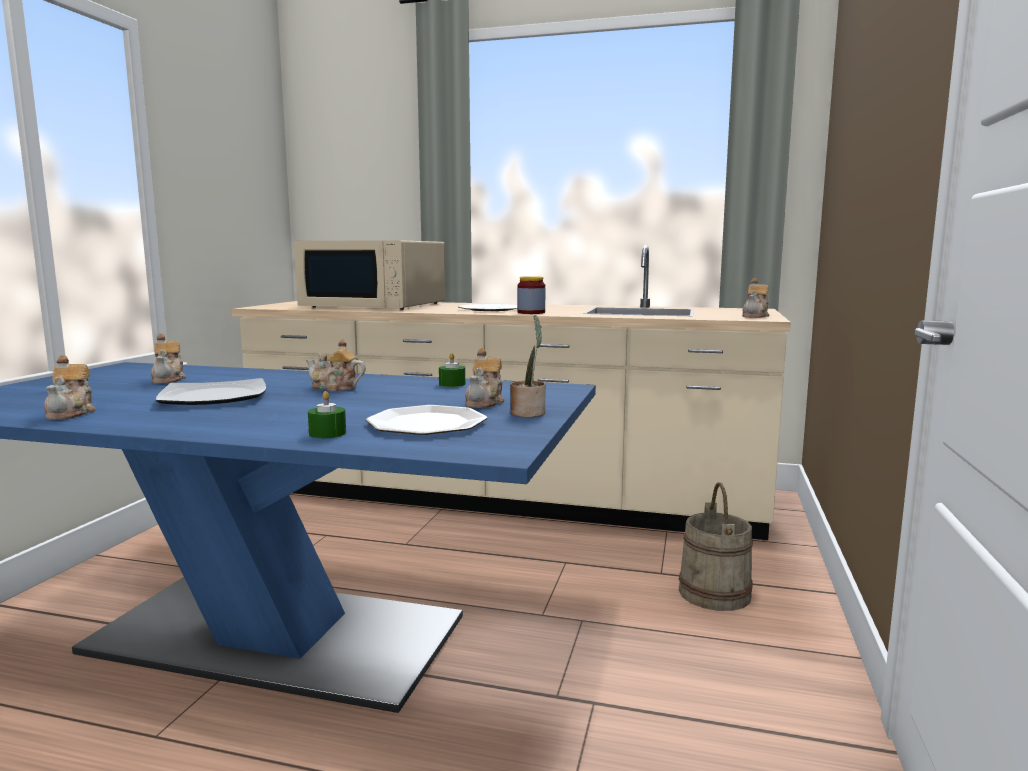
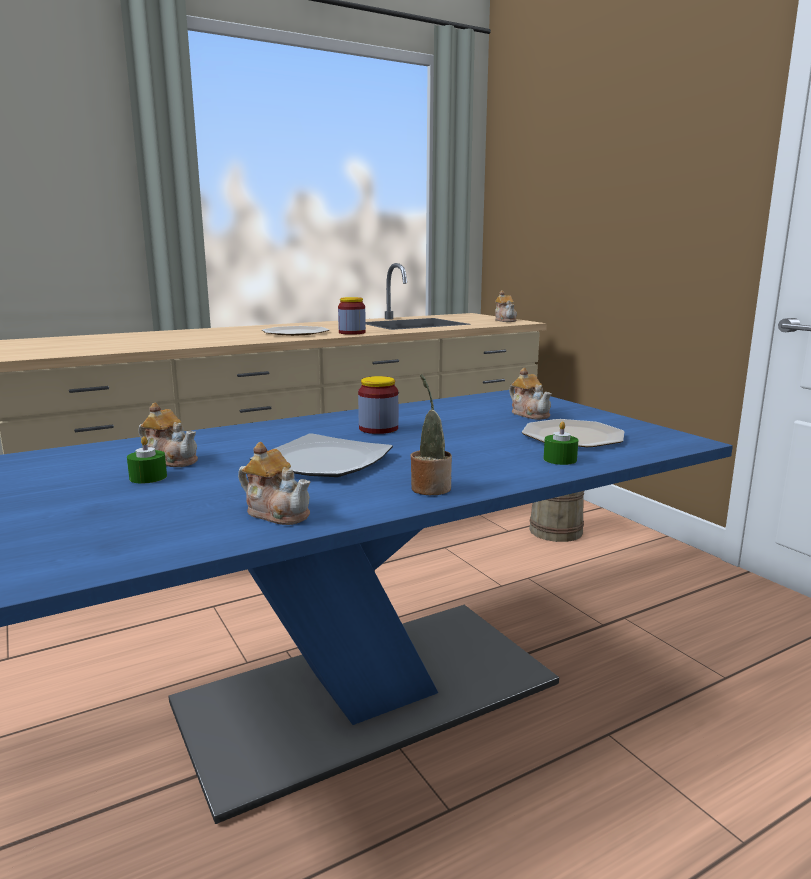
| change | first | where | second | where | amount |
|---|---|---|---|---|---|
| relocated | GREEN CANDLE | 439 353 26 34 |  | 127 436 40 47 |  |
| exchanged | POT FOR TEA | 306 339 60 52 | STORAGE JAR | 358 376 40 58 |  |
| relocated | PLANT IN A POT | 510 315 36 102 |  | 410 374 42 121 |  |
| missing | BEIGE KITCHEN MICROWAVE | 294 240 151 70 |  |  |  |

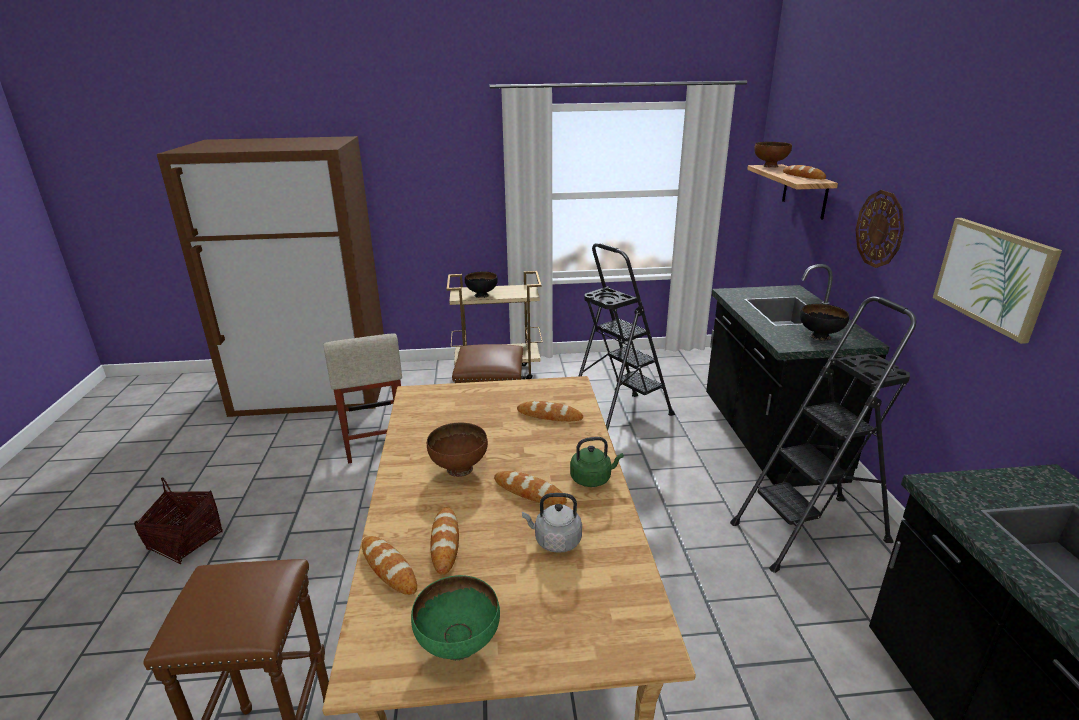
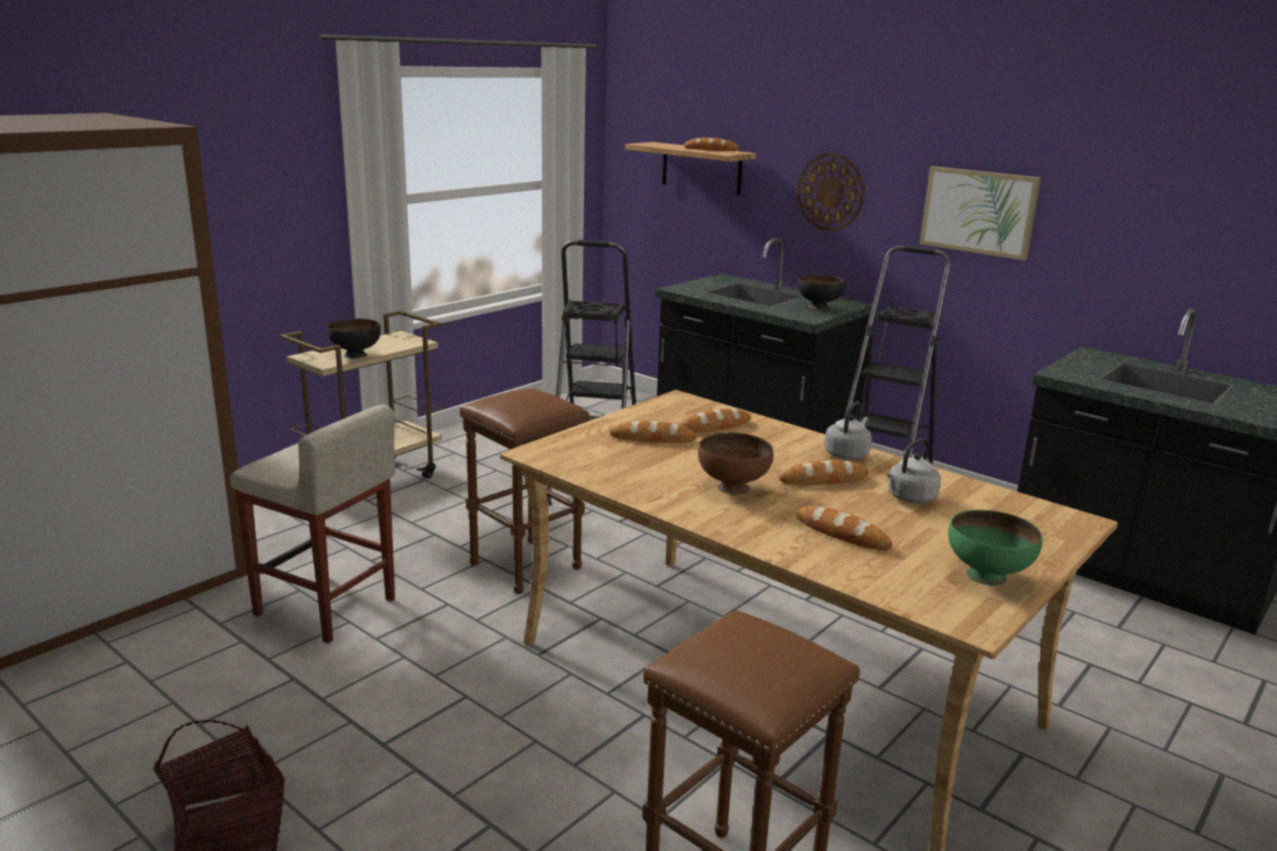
| change | first | where | second | where | amount |
|---|---|---|---|---|---|
| relocated | BAKED BREAD | 362 536 55 59 |  | 610 421 87 22 |  |
| colour | GREEN TEA KETTLE | 570 437 54 50 | GRAY TEA KETTLE | 824 401 48 59 |  |
| missing | BROWN DEEP DISH | 754 142 38 26 |  |  |  |

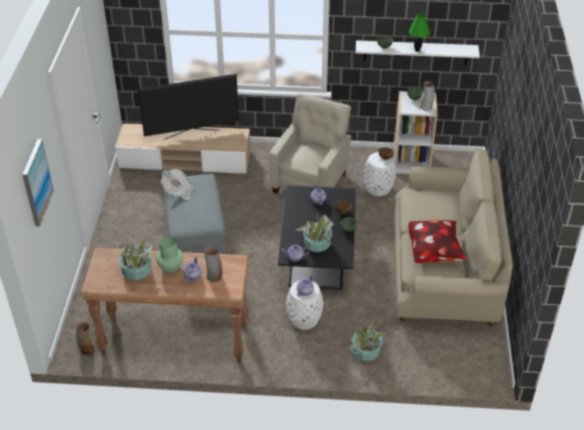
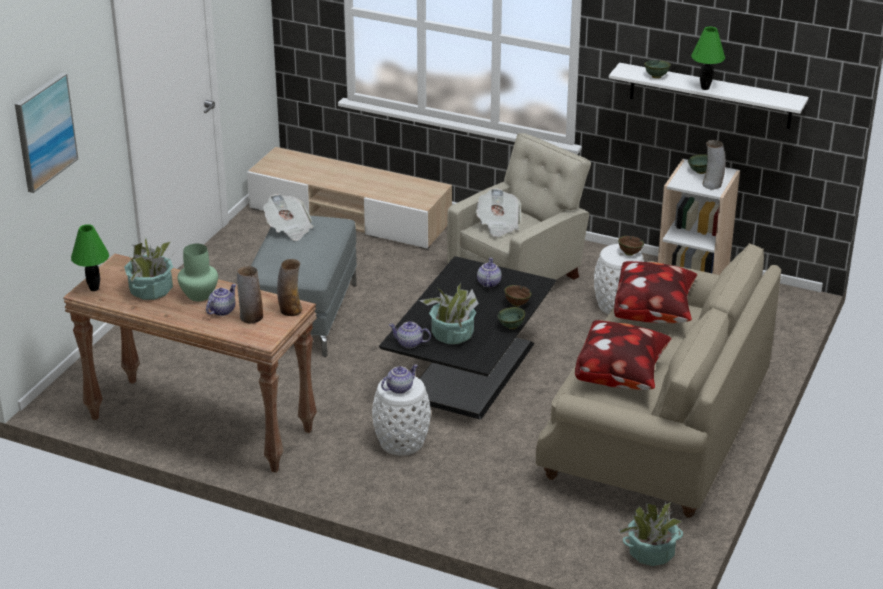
| change | first | where | second | where | amount |
|---|---|---|---|---|---|
| appeared |  |  | GREEN TABLETOP LAMP | 71 224 38 67 |  |
| relocated | VASE | 76 322 18 33 |  | 277 259 25 57 |  |
| appeared |  |  | PRINTED PAPER | 475 188 46 49 |  |
| appeared |  |  | THROW PILLOW | 614 261 83 62 |  |
| relocated | PLANT IN A POT | 349 319 35 42 |  | 618 501 65 65 |  |
| missing | TV SET | 138 74 101 66 |  |  |  |

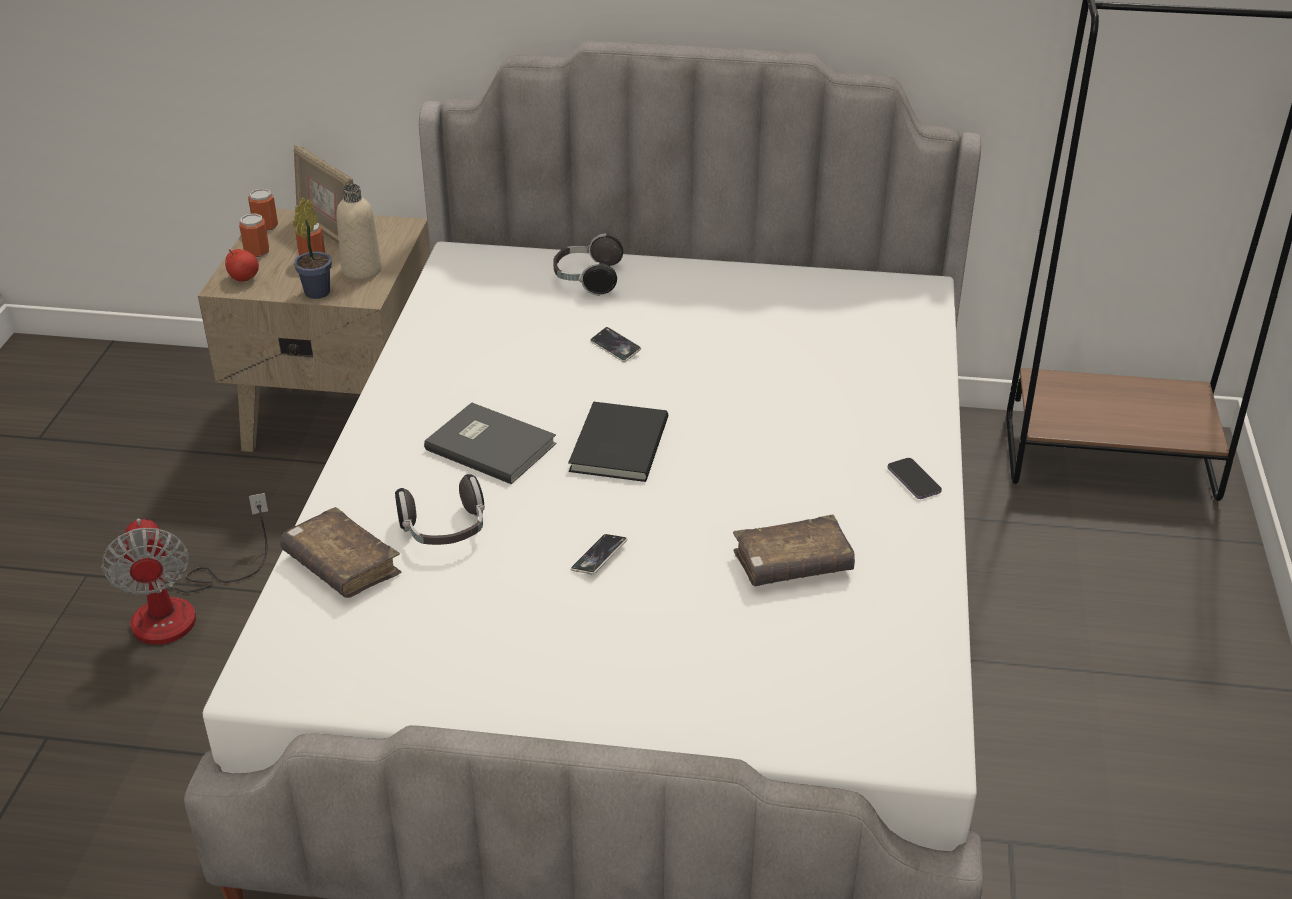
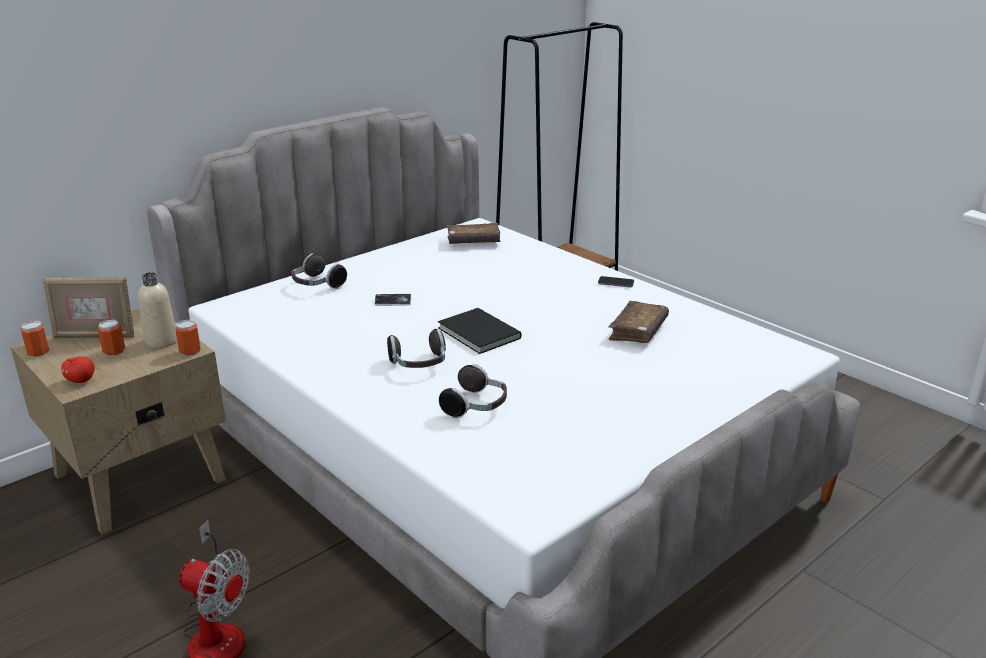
| change | first | where | second | where | amount |
|---|---|---|---|---|---|
| relocated | SEALED CAN | 239 213 30 45 |  | 175 320 26 36 |  |
| exchanged | GRAY BOUND BOOK | 424 402 132 82 | PAIR OF HEADPHONES | 387 329 59 39 |  |
| relocated | BROWN BOUND BOOK | 280 507 121 91 |  | 447 223 54 21 |  |
| missing | PLANT IN A POT | 293 197 39 102 |  |  |  |
| missing | HANDSET | 571 534 57 40 |  |  |  |

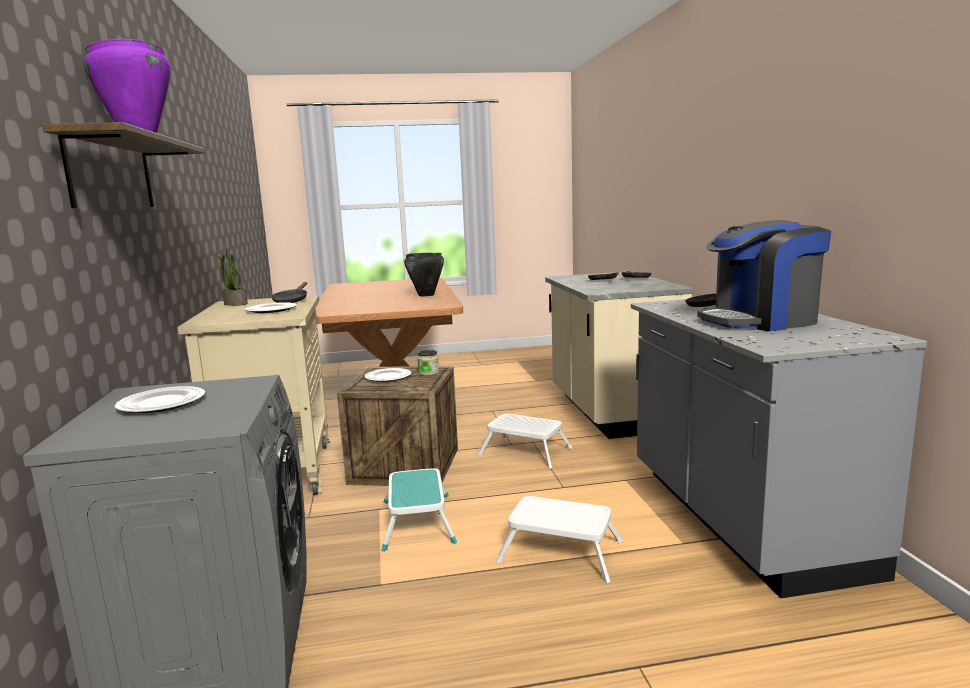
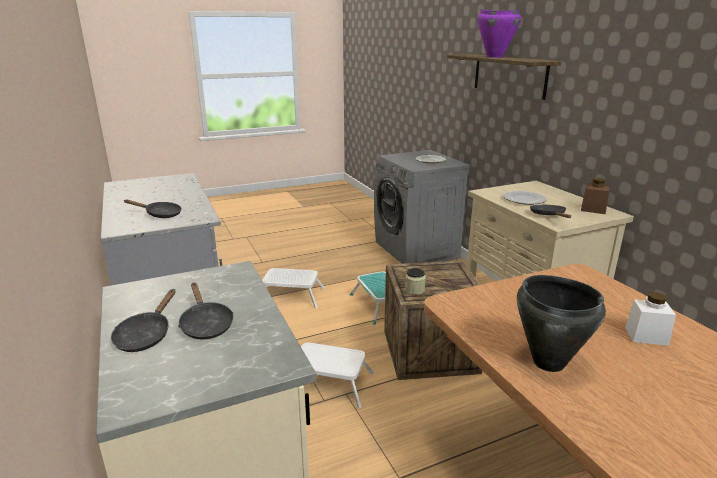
| change | first | where | second | where | amount |
|---|---|---|---|---|---|
| exchanged | PLANT IN A POT | 216 249 32 57 | BROWN STORAGE JAR | 581 178 28 36 |  |
| appeared |  |  | WHITISH STORAGE JAR | 625 292 51 54 |  |
| missing | DINNER PLATE | 365 368 46 14 |  |  |  |
| missing | COFFEE MAKER | 697 220 134 111 |  |  |  |

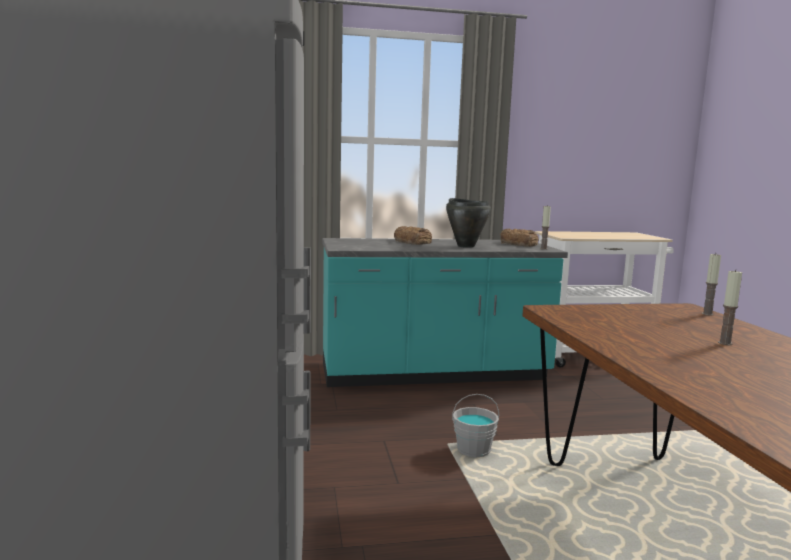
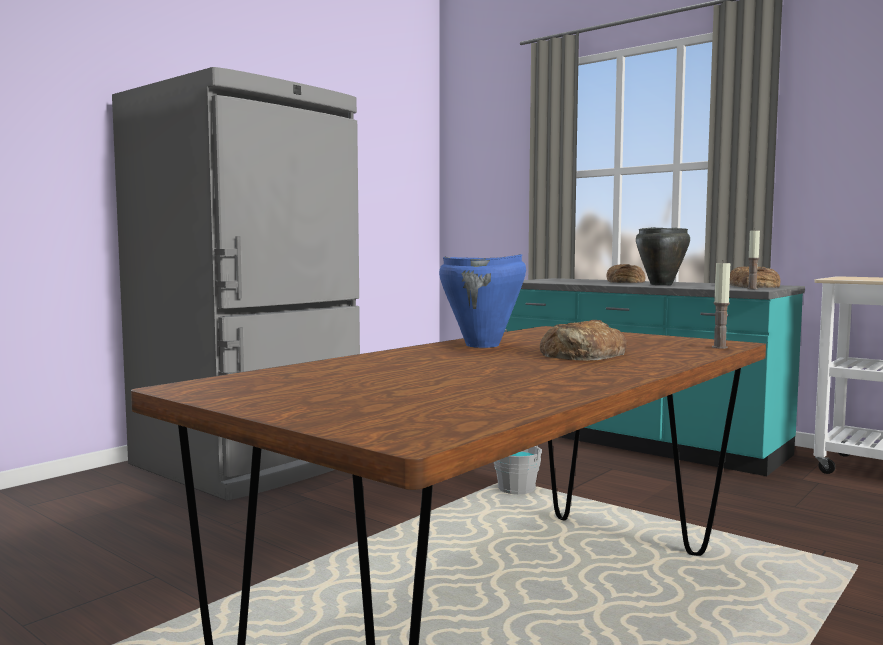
| change | first | where | second | where | amount |
|---|---|---|---|---|---|
| appeared |  |  | BLUISH STOCKPOT | 439 254 87 94 |  |
| exchanged | CANDLE | 718 269 24 76 | BAKED BREAD | 540 320 87 41 |  |

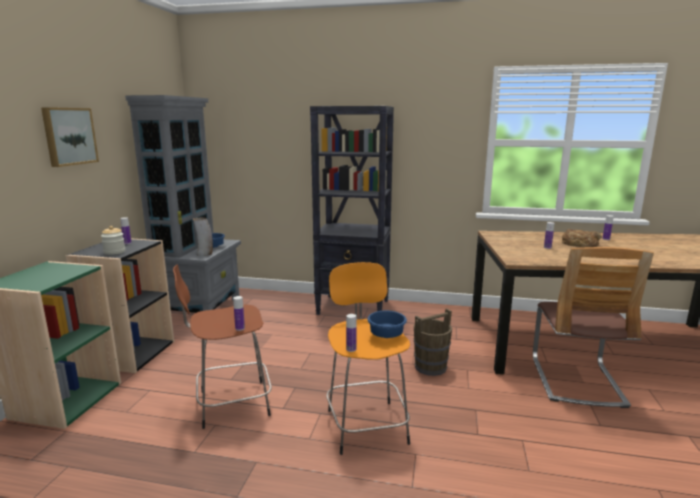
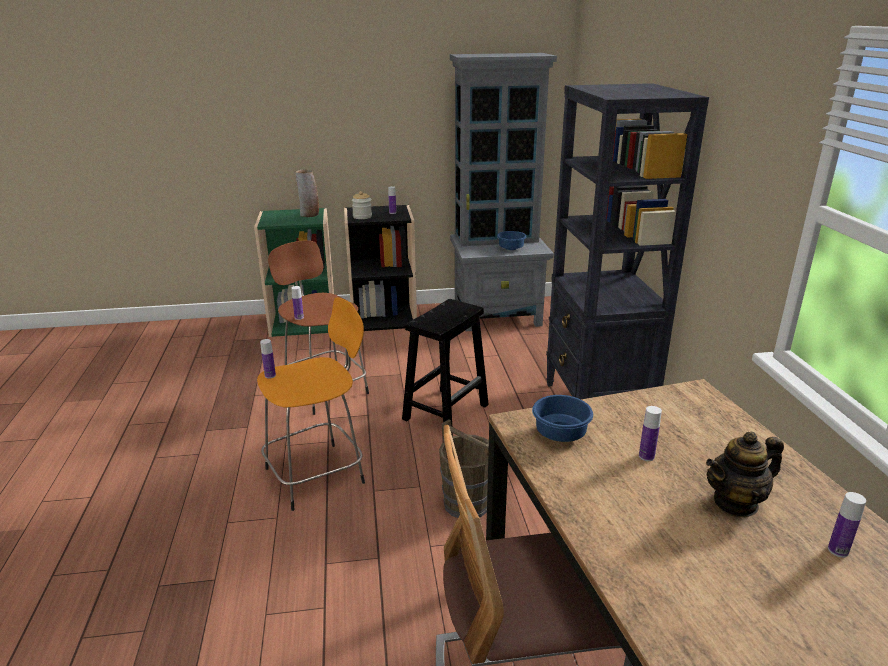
| change | first | where | second | where | amount |
|---|---|---|---|---|---|
| relocated | VASE | 193 218 20 38 |  | 296 169 23 48 |  |
| appeared |  |  | BLACK STOOL | 402 299 87 136 |  |
| relocated | BLUISH DEEP DISH | 367 311 40 27 |  | 532 395 61 47 |  |
| exchanged | BAKED BREAD | 562 229 40 18 | POT FOR TEA | 706 432 78 85 |  |
| missing | PICTURE | 41 107 58 60 |  |  |  |

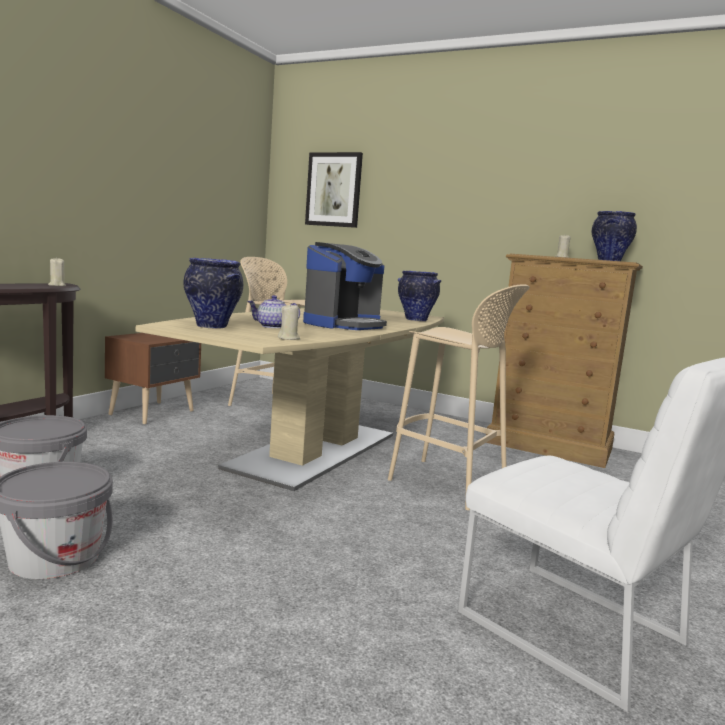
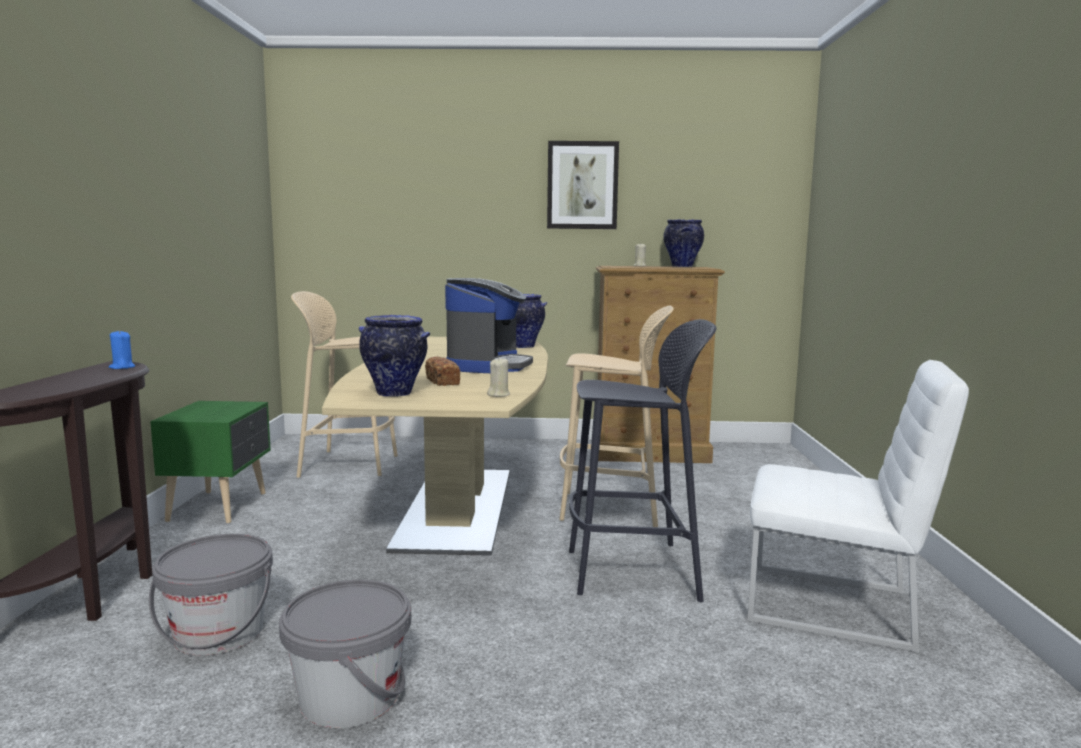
| change | first | where | second | where | amount |
|---|---|---|---|---|---|
| colour | BEIGE CANDLE | 48 258 18 28 | BLUISH CANDLE | 109 330 26 39 |  |
| colour | BROWN BEDSIDE TABLE | 105 333 96 91 | GREEN BEDSIDE TABLE | 150 401 121 122 |  |
| exchanged | POT FOR TEA | 247 295 53 33 | BAKED BREAD | 425 357 35 29 |  |
| relocated | PICTURE | 305 152 58 76 |  | 547 141 72 88 |  |
| appeared |  |  | GRAY STOOL | 569 319 147 283 |  |

